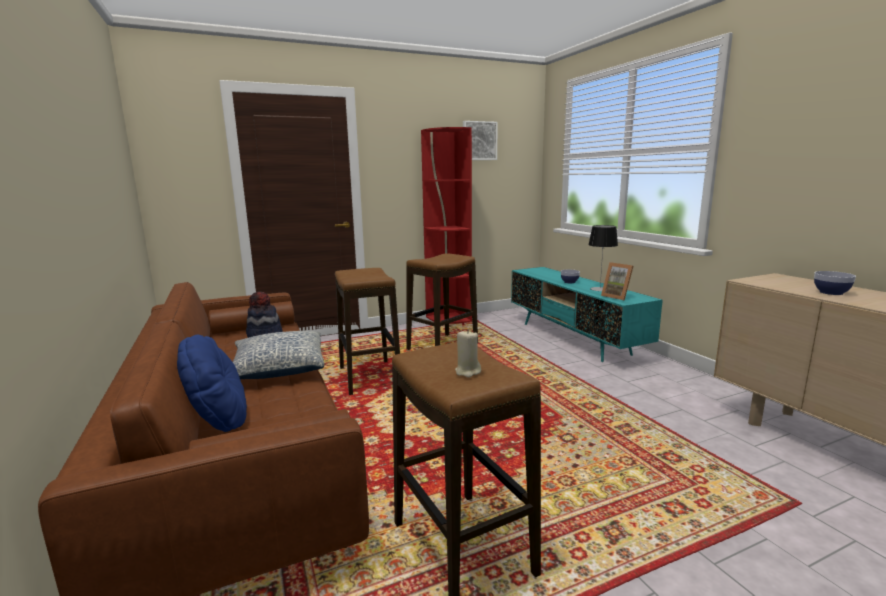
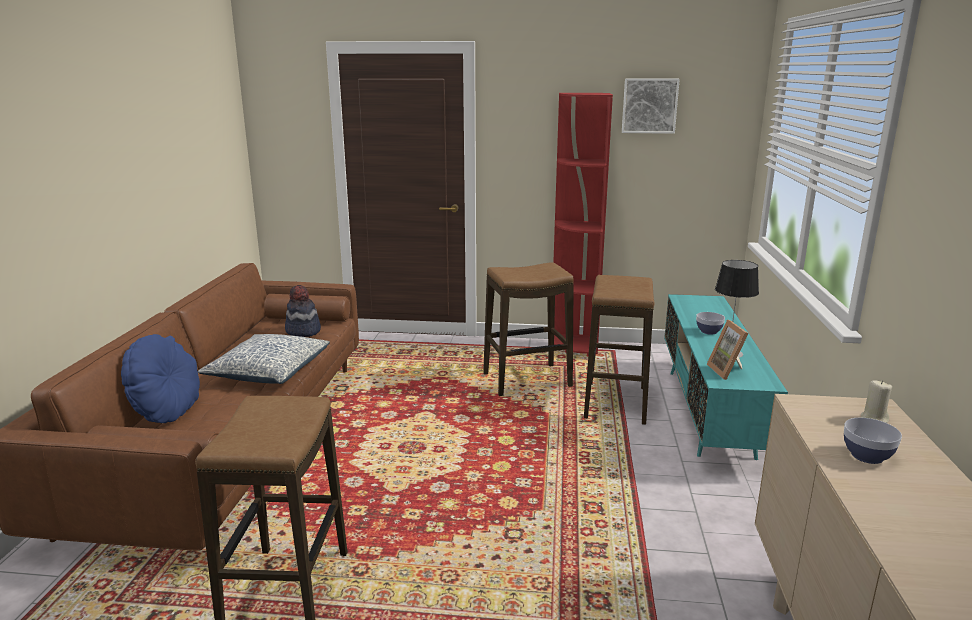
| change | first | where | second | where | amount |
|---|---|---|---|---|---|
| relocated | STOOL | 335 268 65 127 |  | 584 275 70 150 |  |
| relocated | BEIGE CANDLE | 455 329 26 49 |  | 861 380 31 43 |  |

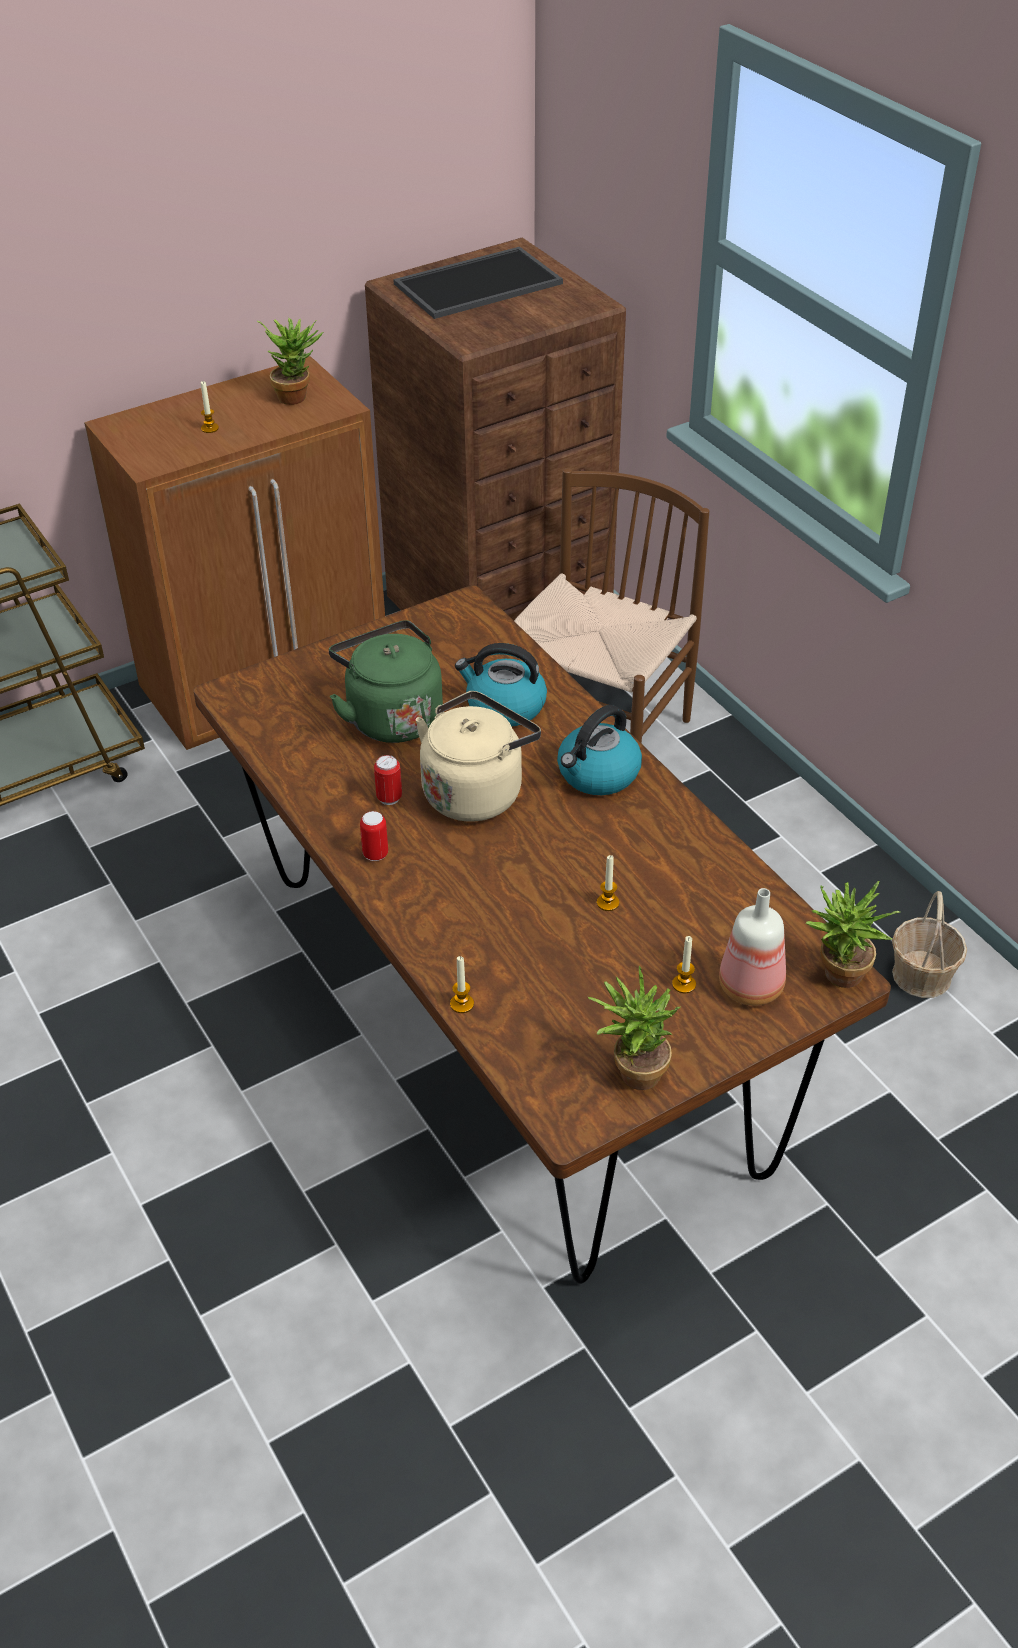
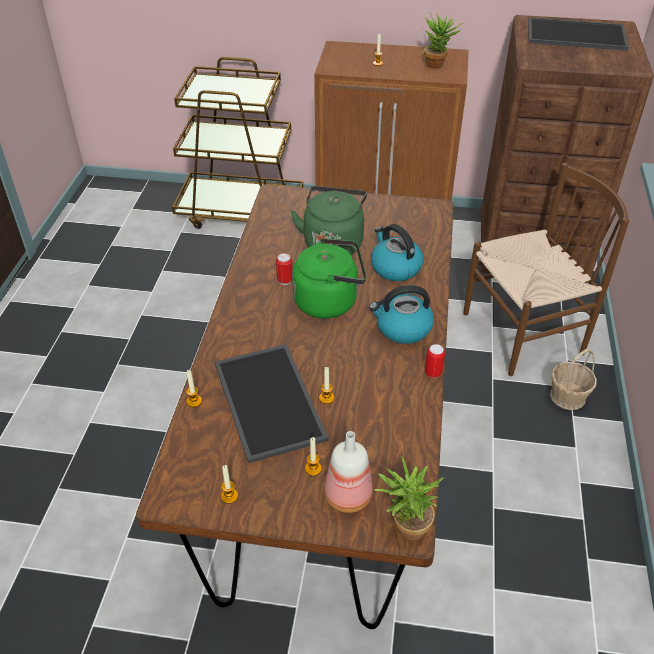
| change | first | where | second | where | amount |
|---|---|---|---|---|---|
| appeared |  |  | CARRYING TRAY | 215 344 113 119 |  |
| exchanged | PLANT IN A POT | 588 965 93 125 | CANDLE | 221 465 17 39 |  |
| colour | BEIGE TEA KETTLE | 415 691 126 131 | GREEN TEA KETTLE | 292 238 74 81 |  |
| relocated | SEALED CAN | 360 811 28 50 |  | 425 344 20 34 |  |
| relocated | STORAGE BASKET | 892 891 75 107 |  | 550 349 47 61 |  |

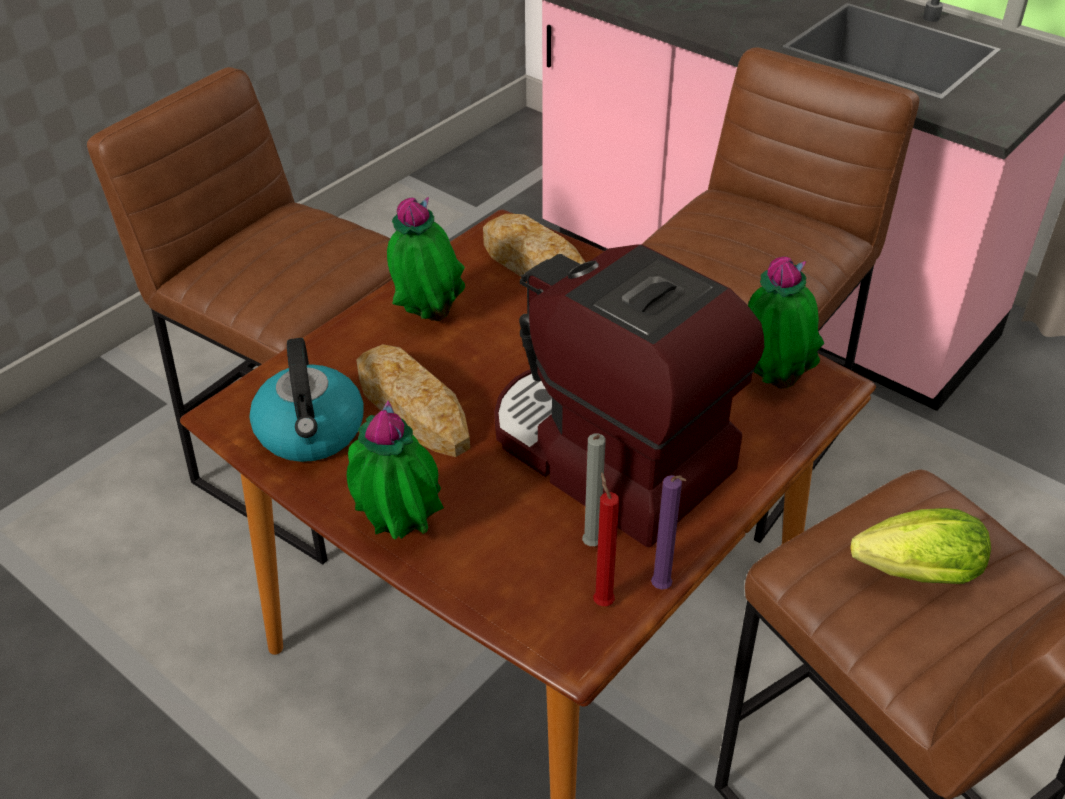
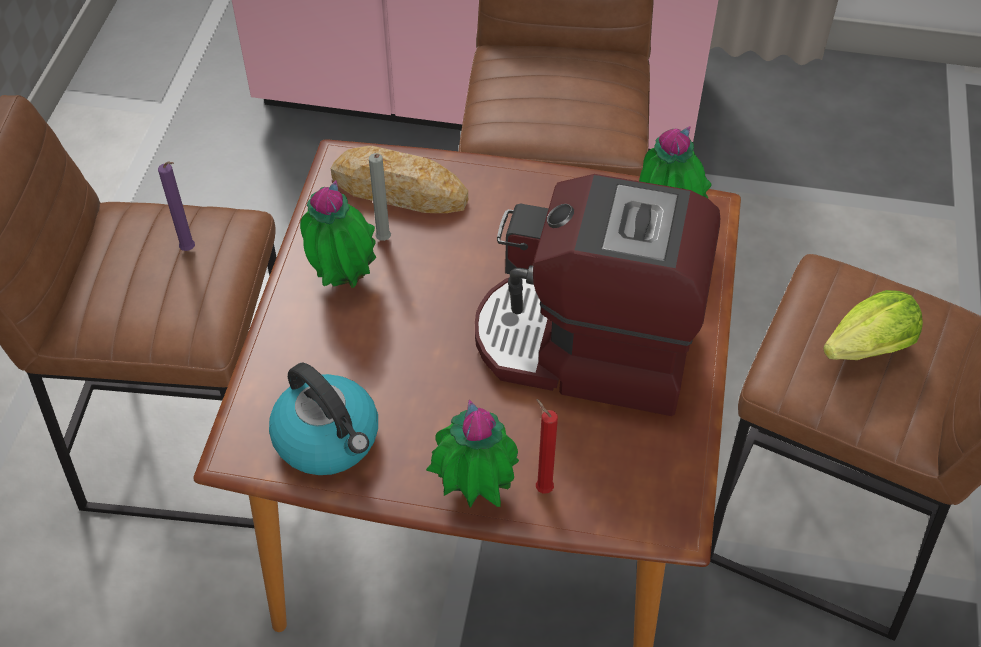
| change | first | where | second | where | amount |
|---|---|---|---|---|---|
| relocated | PURPLE CANDLE | 651 475 35 115 |  | 158 161 37 90 |  |
| relocated | GRAY CANDLE | 582 433 24 113 |  | 369 153 22 88 |  |
| relocated | REDDISH CANDLE | 593 472 26 134 |  | 536 399 22 94 |  |
| missing | BAKED BREAD | 356 344 114 113 |  |  |  |

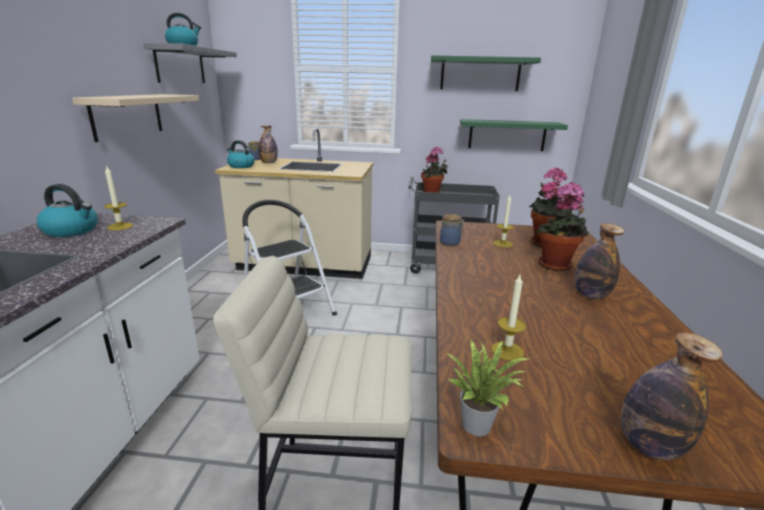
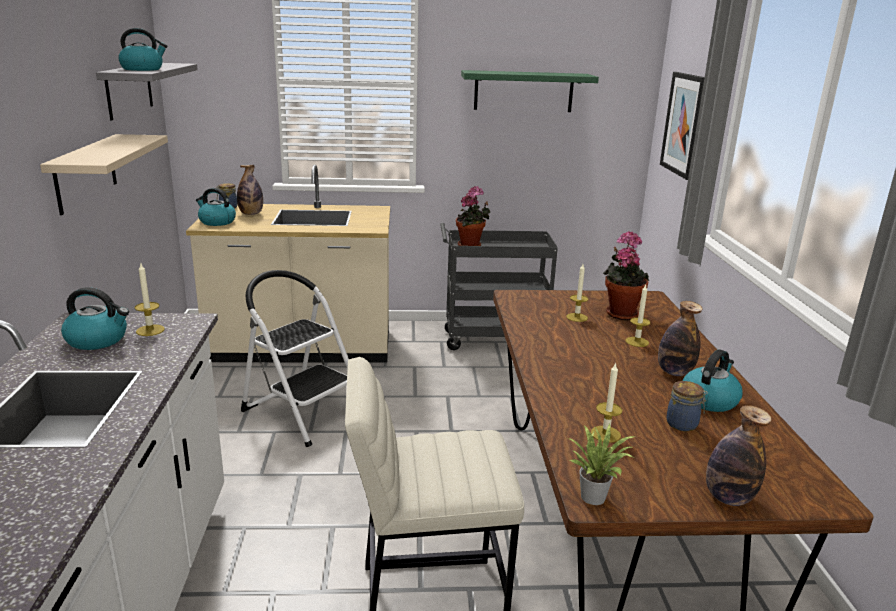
| change | first | where | second | where | amount |
|---|---|---|---|---|---|
| exchanged | PLANT IN A POT | 536 182 53 89 | CANDLE | 626 285 24 62 |  |
| appeared |  |  | PICTURE | 660 72 45 108 |  |
| relocated | STORAGE JAR | 440 214 25 32 |  | 667 381 41 50 |  |
| appeared |  |  | TEA KETTLE | 683 349 60 63 |  |
| missing | GREEN WALL SHELF | 460 119 108 32 |  |  |  |

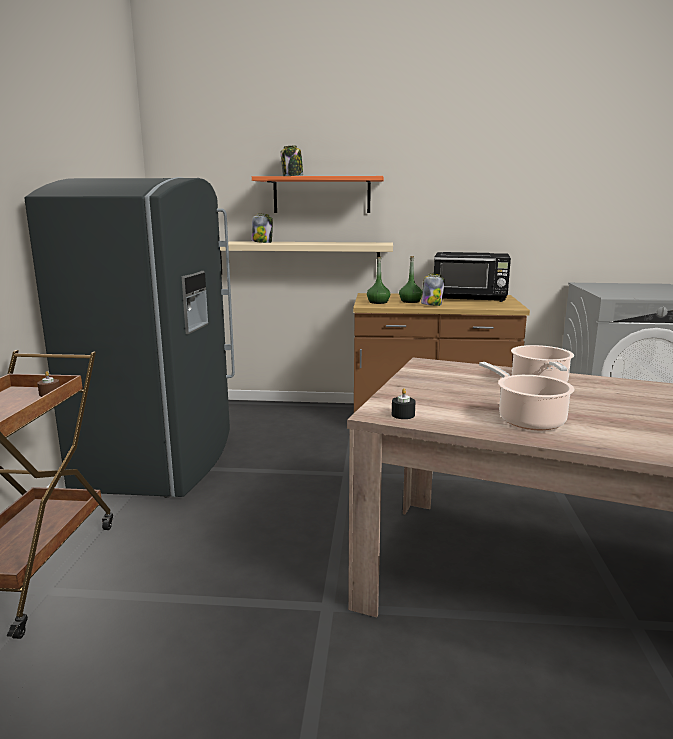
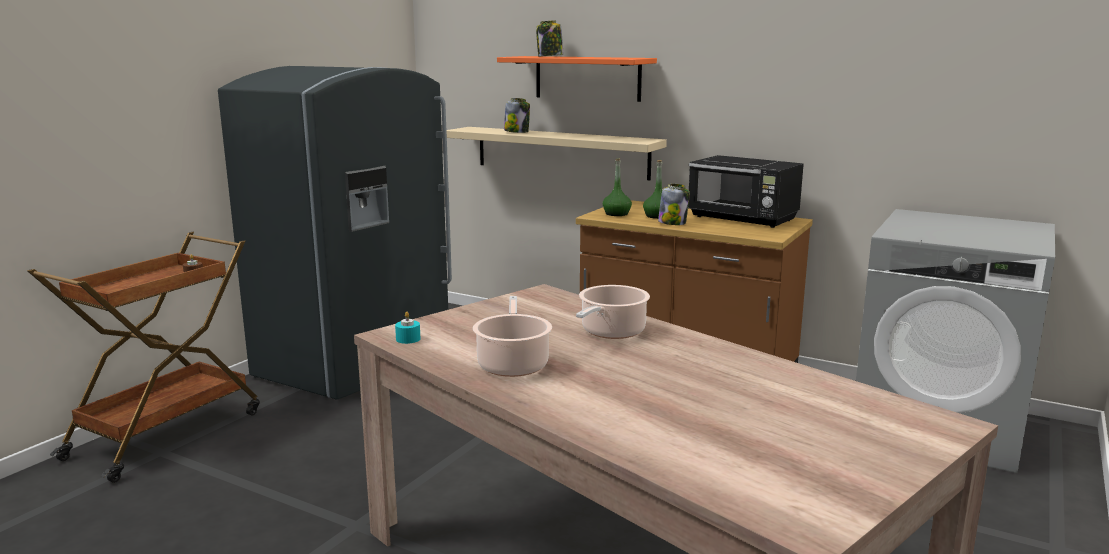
| change | first | where | second | where | amount |
|---|---|---|---|---|---|
| colour | BLACK CANDLE | 392 388 24 31 | TURQUOISE-COLOURED CANDLE | 395 312 26 32 |  |

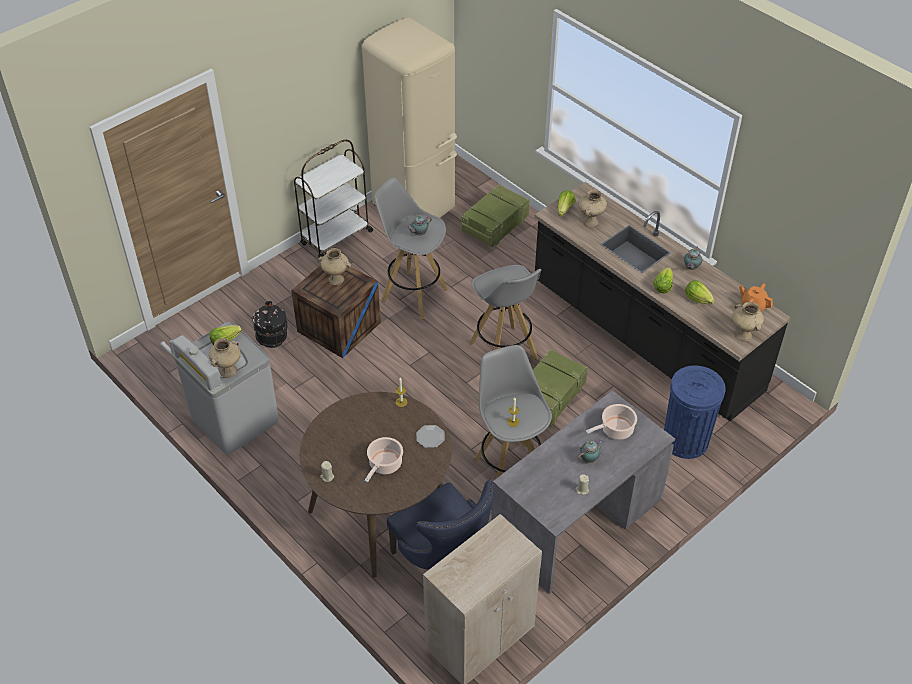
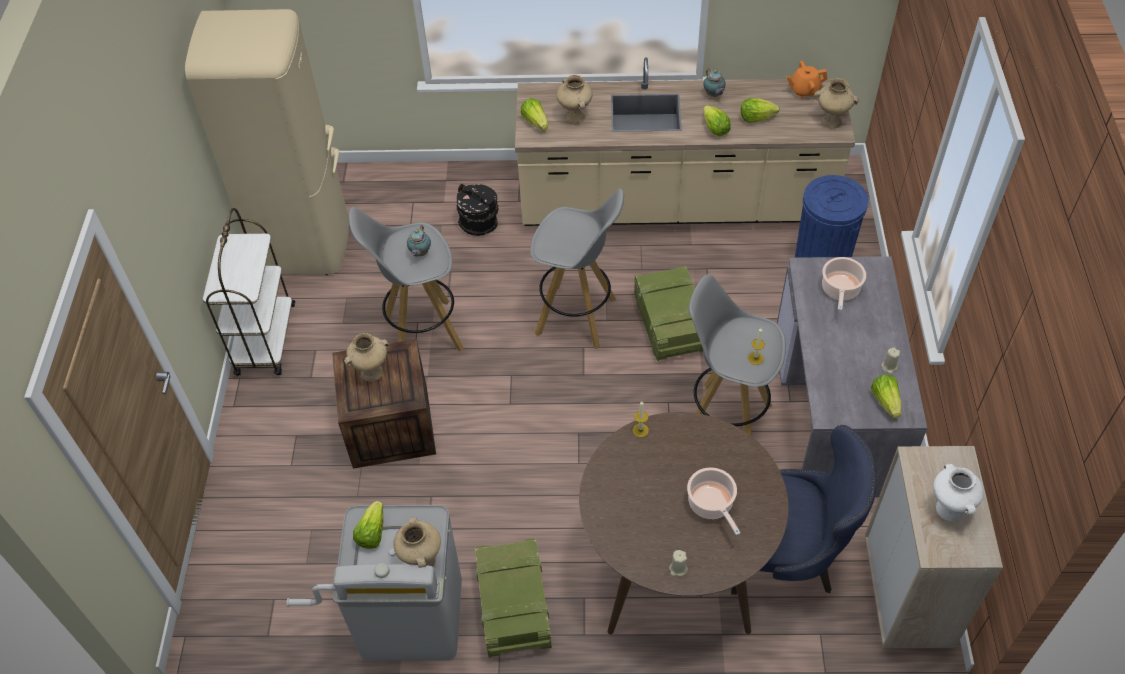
| change | first | where | second | where | amount |
|---|---|---|---|---|---|
| relocated | BLACK WATER BUCKET | 252 301 36 47 |  | 457 184 41 52 |  |
| relocated | CRATE | 461 185 69 62 |  | 475 538 77 120 |  |
| colour | BLACK KITCHEN COUNTER | 534 182 257 239 | BEIGE KITCHEN COUNTER | 515 57 340 169 |  |
| appeared |  |  | LETTUCE | 871 375 31 43 |  |
| appeared |  |  | WHITISH VASE | 933 464 51 58 |  |
| missing | DINNER PLATE | 416 425 29 23 |  |  |  |
| missing | POT FOR TEA | 578 439 26 24 |  |  |  |

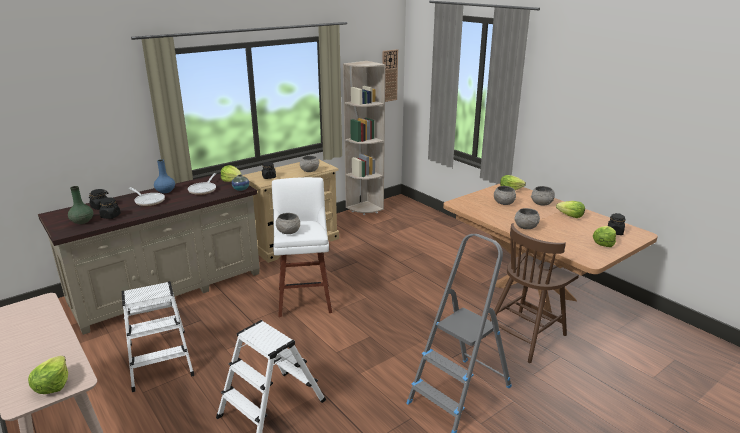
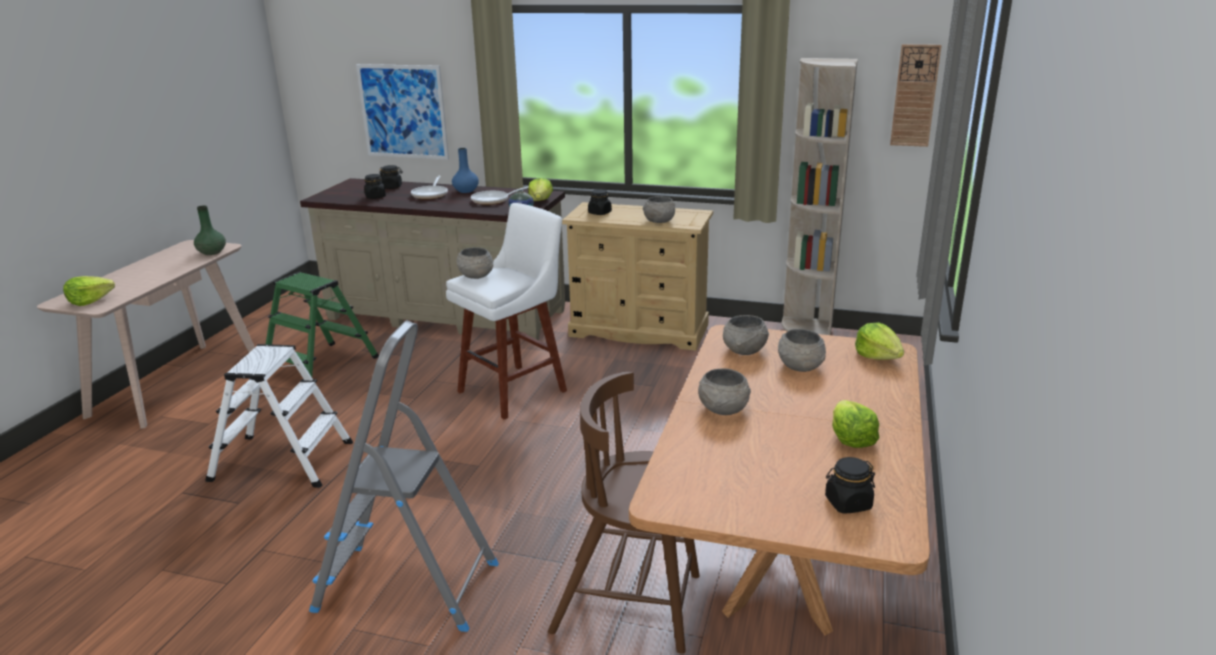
| change | first | where | second | where | amount |
|---|---|---|---|---|---|
| relocated | GREEN VASE | 68 186 25 38 |  | 194 205 32 50 |  |
| colour | WHITISH STEPLADDER | 122 281 72 111 | GREEN STEPLADDER | 266 272 113 122 |  |
| appeared |  |  | PICTURE | 356 64 93 96 |  |
| relocated | GRAY DEEP DISH | 531 186 24 20 |  | 723 315 46 40 |  |
| missing | LETTUCE | 593 226 23 21 |  |  |  |

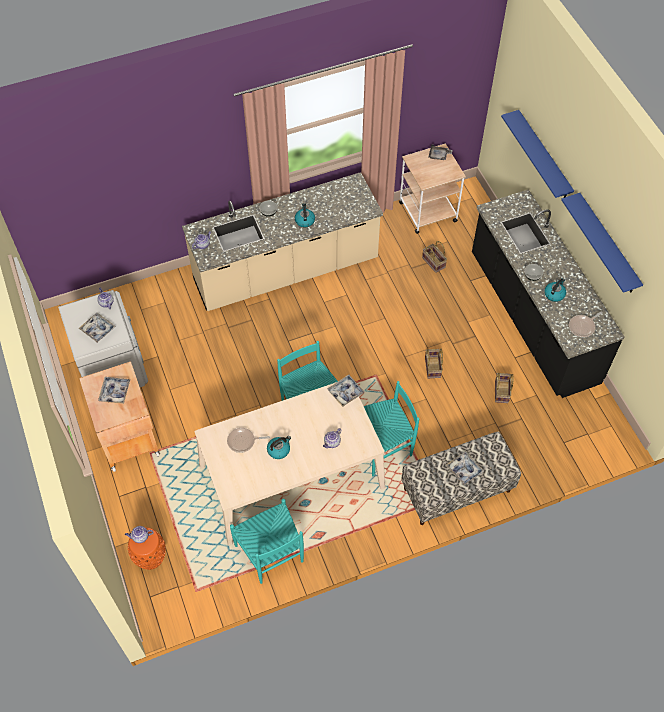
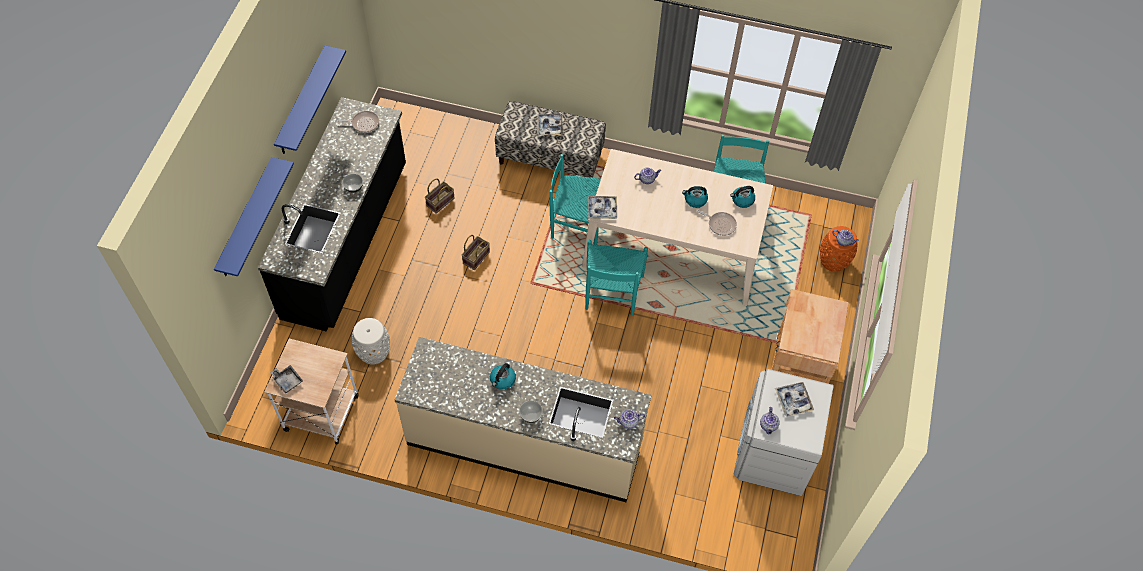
| change | first | where | second | where | amount |
|---|---|---|---|---|---|
| exchanged | STORAGE BASKET | 422 241 25 32 | WHITISH STOOL | 352 318 38 47 |  |
| relocated | TEA KETTLE | 545 278 21 24 |  | 730 186 25 22 |  |
| missing | CARRYING TRAY | 99 377 31 27 |  |  |  |

